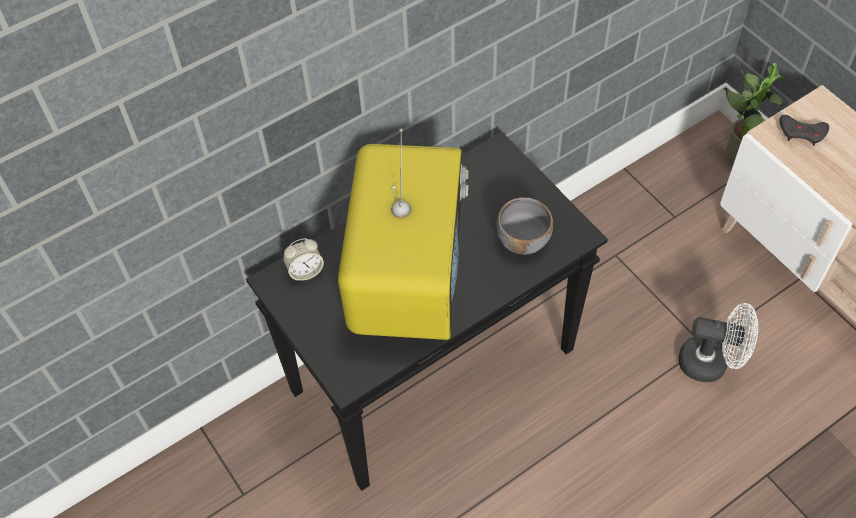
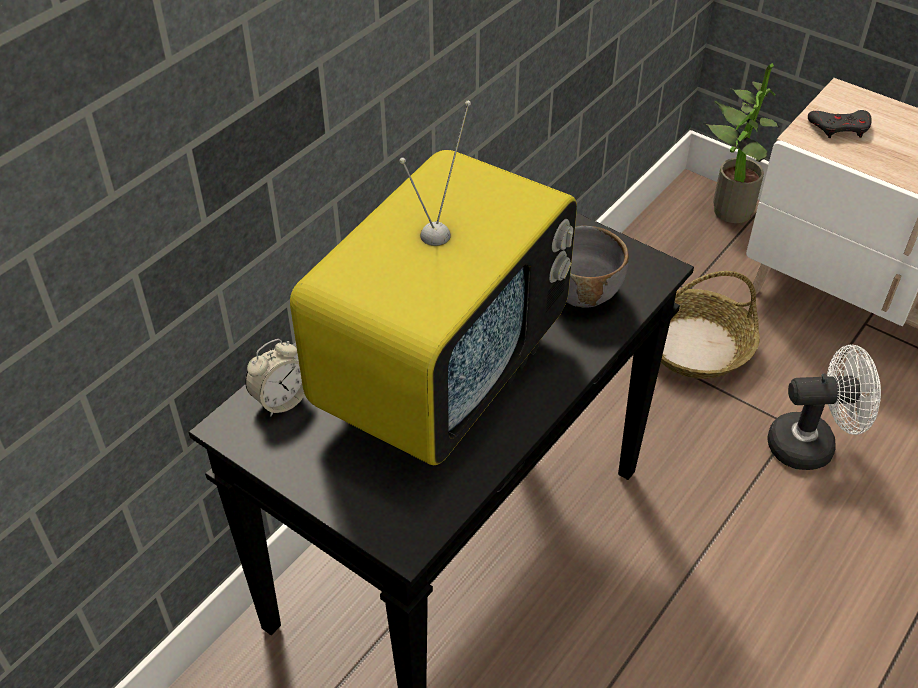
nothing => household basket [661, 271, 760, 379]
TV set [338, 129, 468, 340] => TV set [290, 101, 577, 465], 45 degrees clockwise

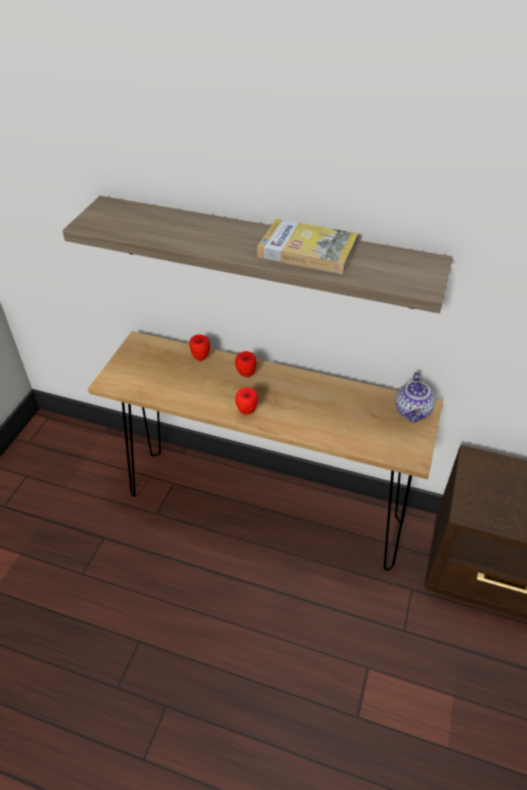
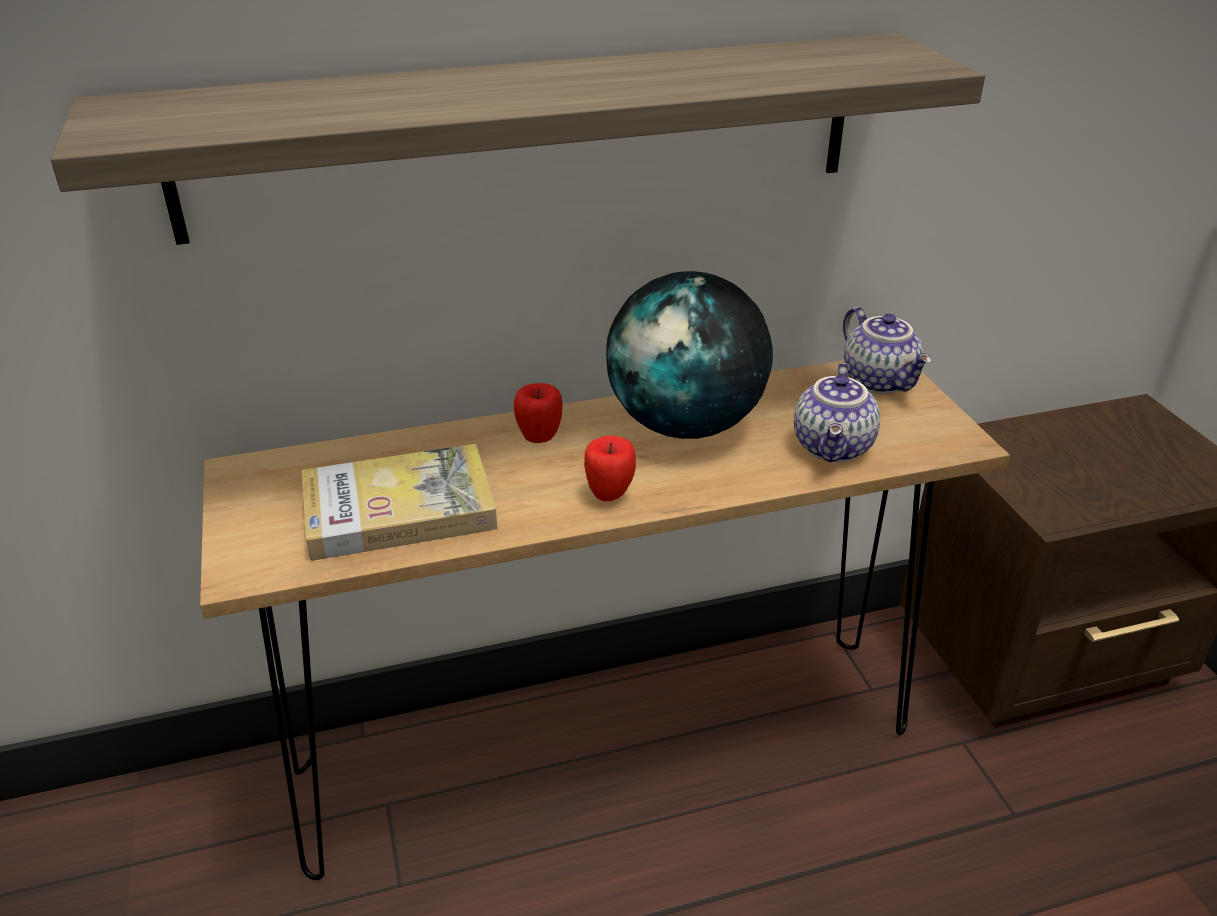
whole apple [189, 335, 210, 361] => nothing
nothing => globe [606, 271, 773, 439]
nothing => pot for tea [794, 363, 880, 462]
bound book [257, 219, 358, 274] => bound book [302, 444, 497, 561], relocated

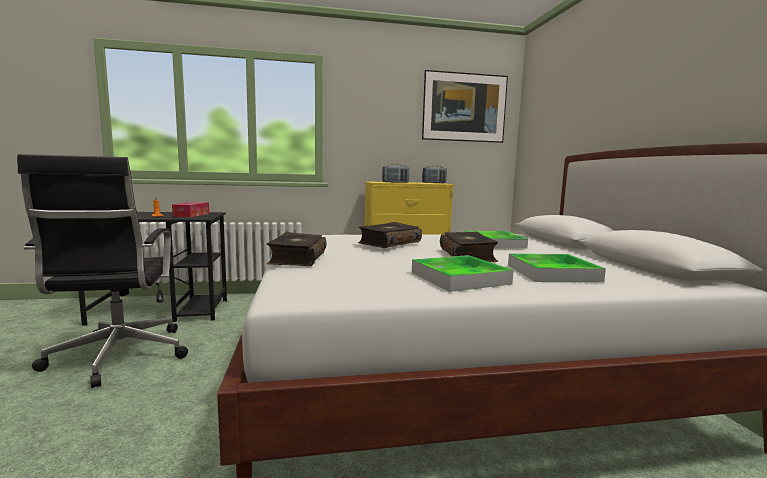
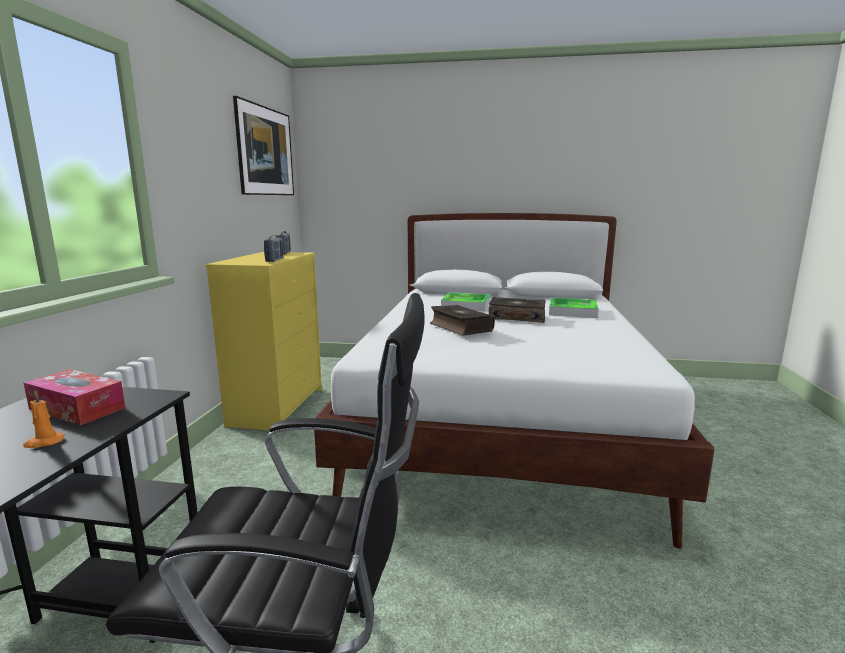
bound book [267, 232, 326, 266] => nothing
tray [412, 255, 514, 292] => nothing

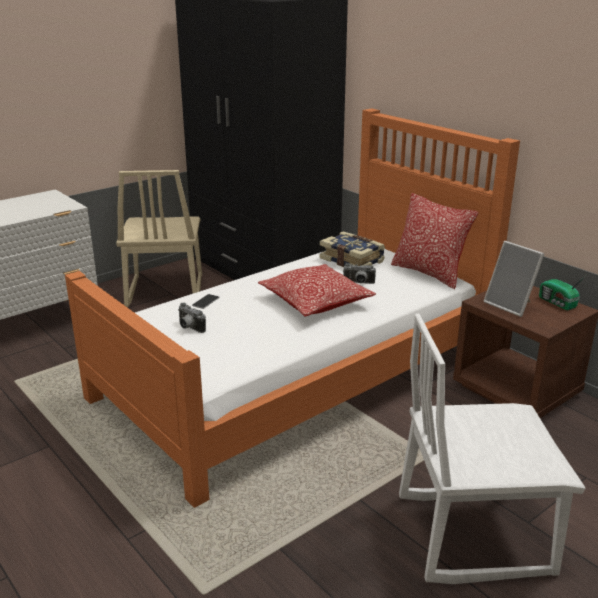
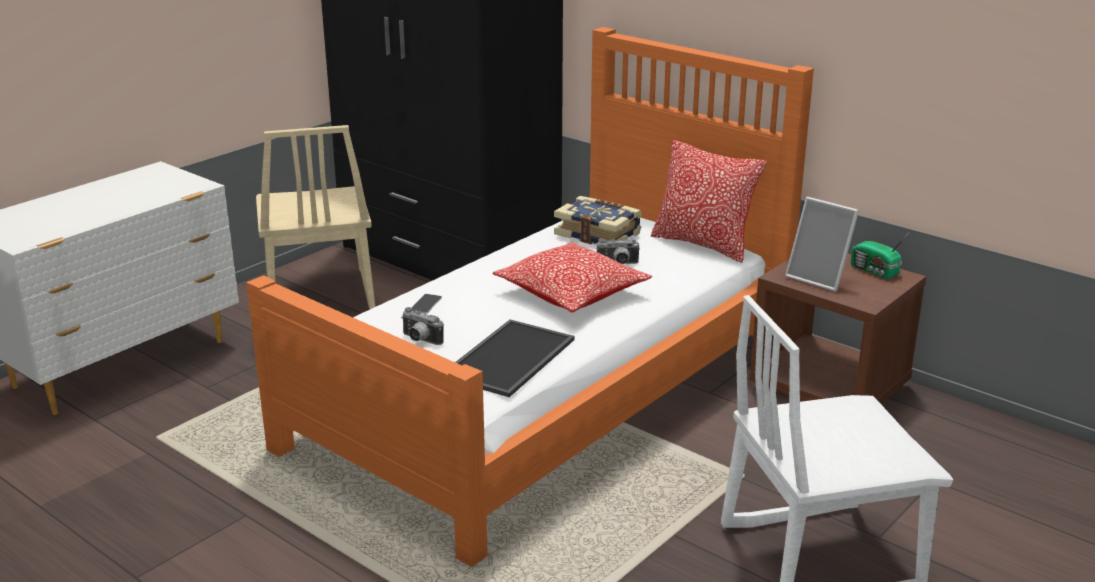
nothing => tray [455, 319, 575, 397]

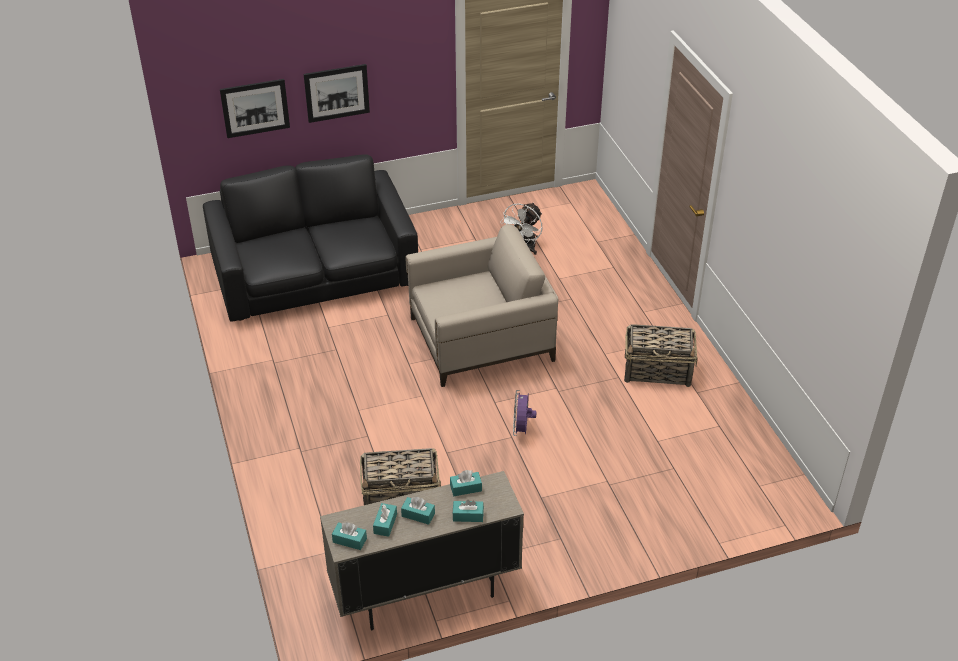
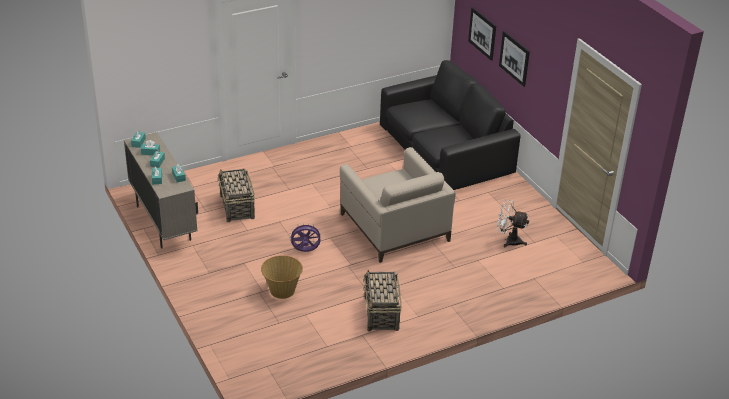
nothing => household basket [261, 255, 303, 299]

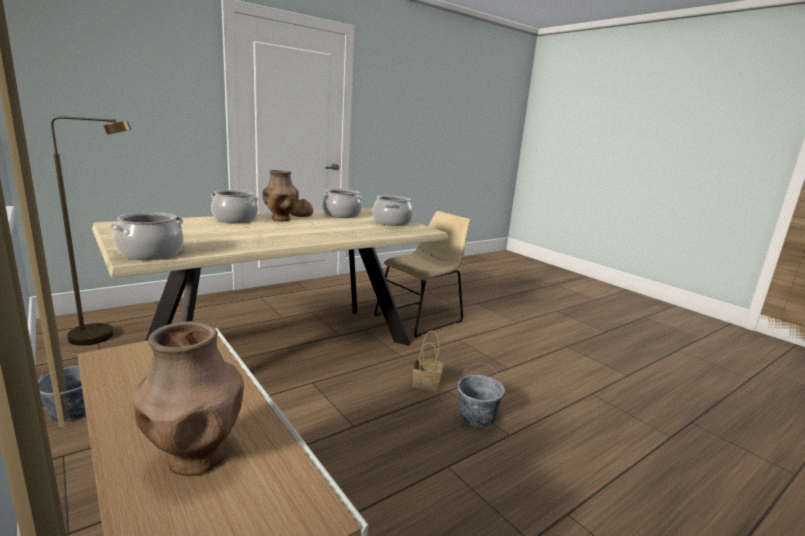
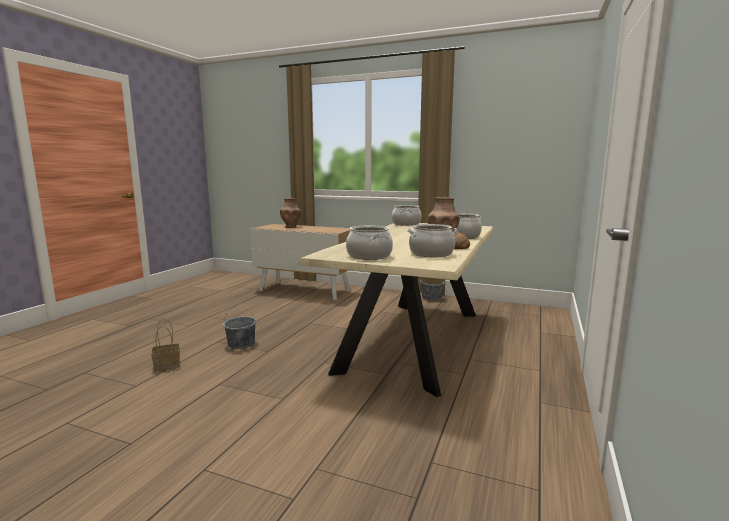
brown-coloured floor lamp [51, 116, 131, 346] => nothing
beige-coloured upright chair [374, 211, 471, 338] => nothing
household basket [413, 331, 443, 391] => household basket [151, 318, 180, 371], relocated

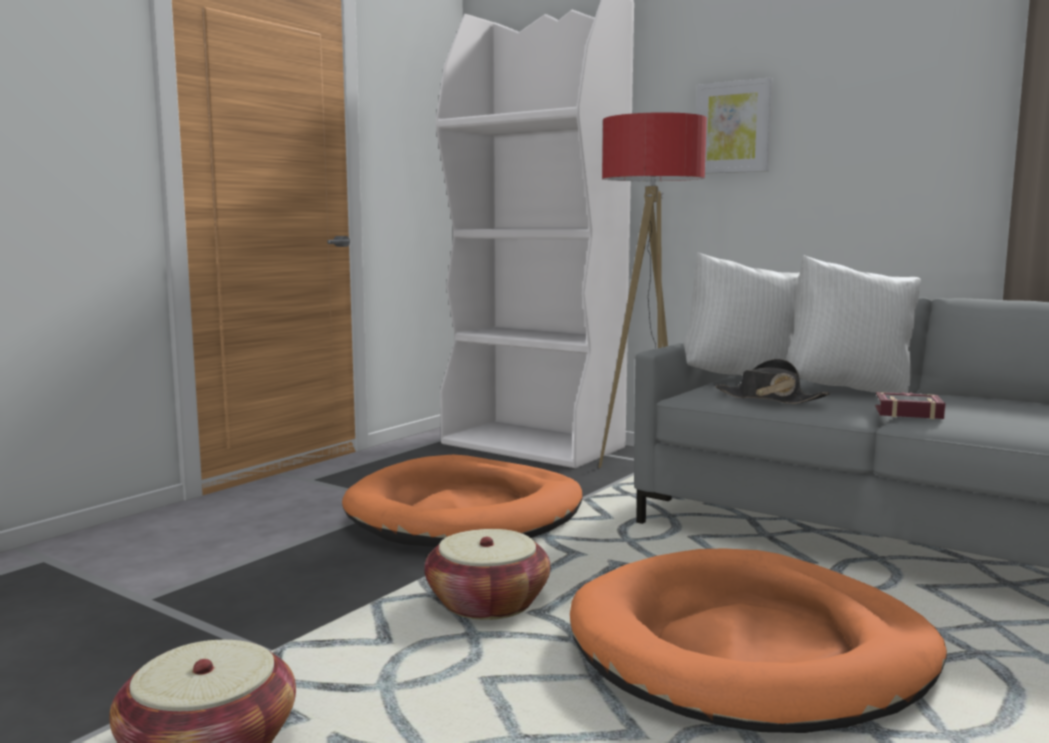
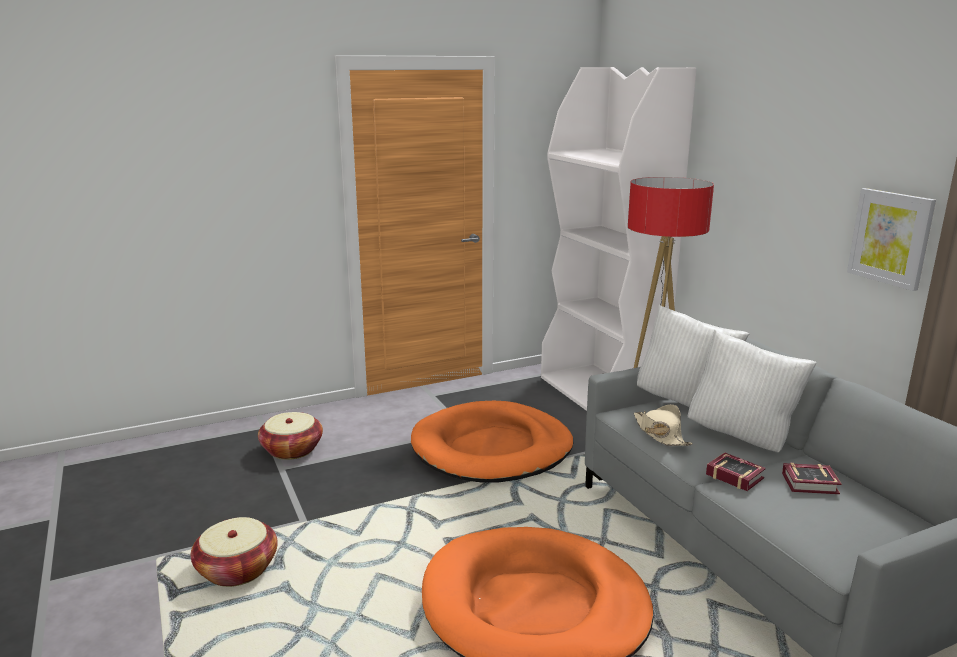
nothing => bound book [782, 463, 842, 494]
household basket [424, 529, 550, 620] => household basket [258, 412, 323, 460], relocated
wall picture [696, 77, 773, 174] => wall picture [847, 188, 936, 291], relocated
black-coloured hat [716, 359, 830, 404] => beige-coloured hat [634, 404, 693, 446]

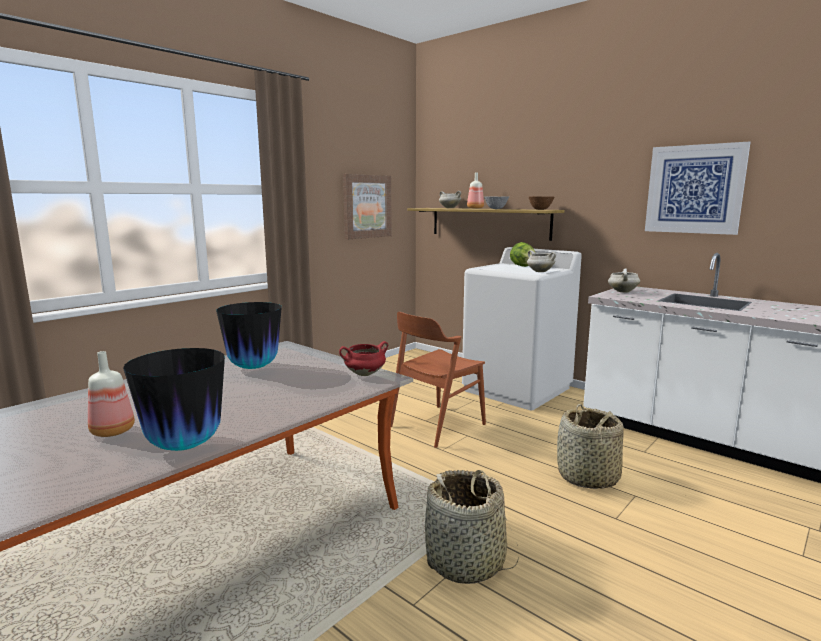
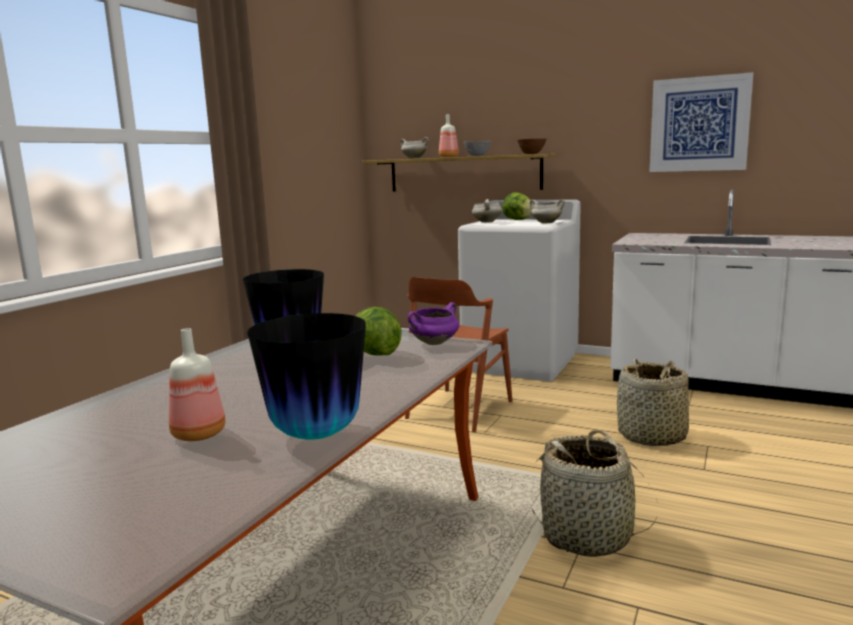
wall picture [343, 174, 392, 239] => nothing
nothing => lettuce head [356, 307, 402, 355]
white cooking pot [608, 269, 640, 292] => white cooking pot [472, 199, 502, 223], relocated
reddish cooking pot [339, 341, 388, 376] => purple-coloured cooking pot [408, 302, 459, 345]

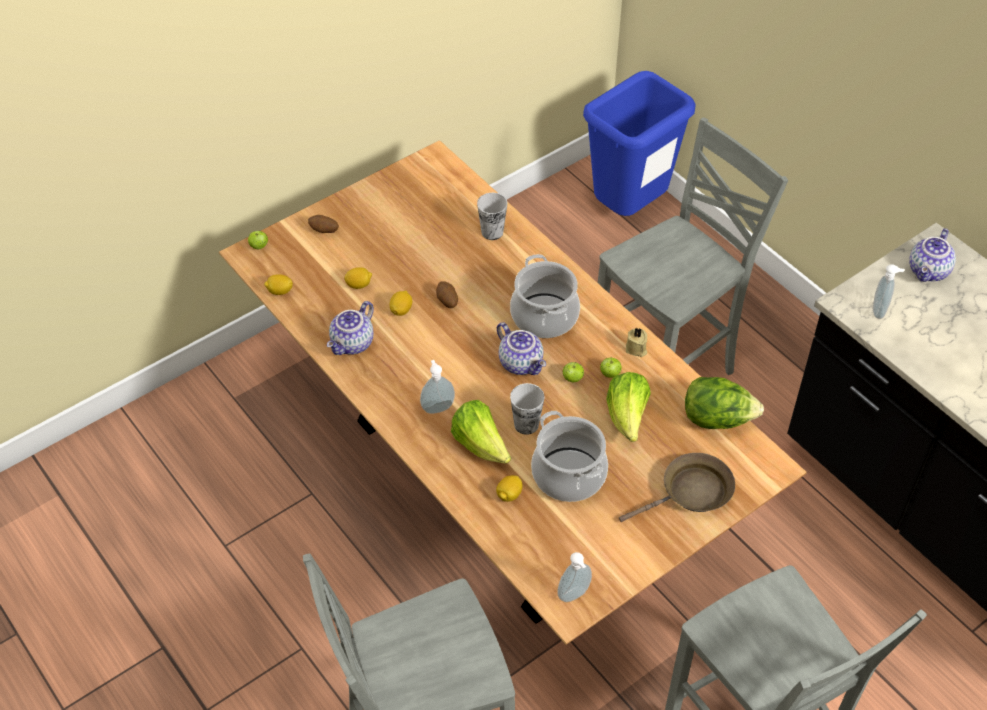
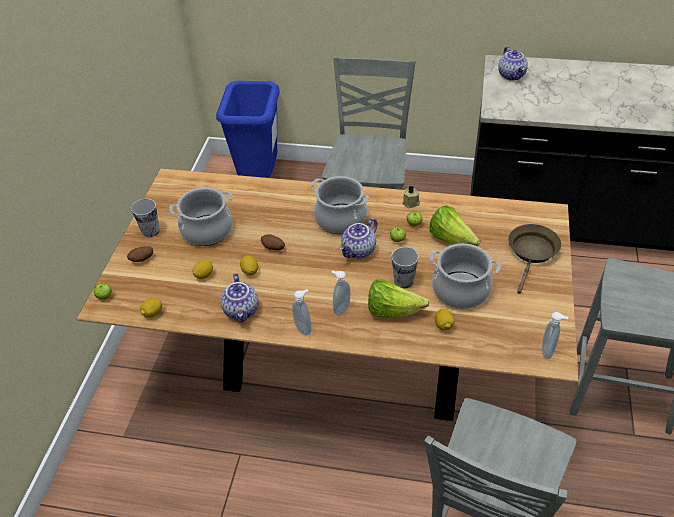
lettuce head [685, 377, 764, 429] => nothing
nothing => cooking pot [169, 188, 233, 246]
drinking cup [477, 193, 508, 240] => drinking cup [131, 199, 160, 237], relocated
soap bottle [873, 264, 904, 319] => soap bottle [292, 289, 311, 336], relocated
pot for tea [497, 322, 546, 375] => pot for tea [339, 218, 377, 259], 120 degrees clockwise

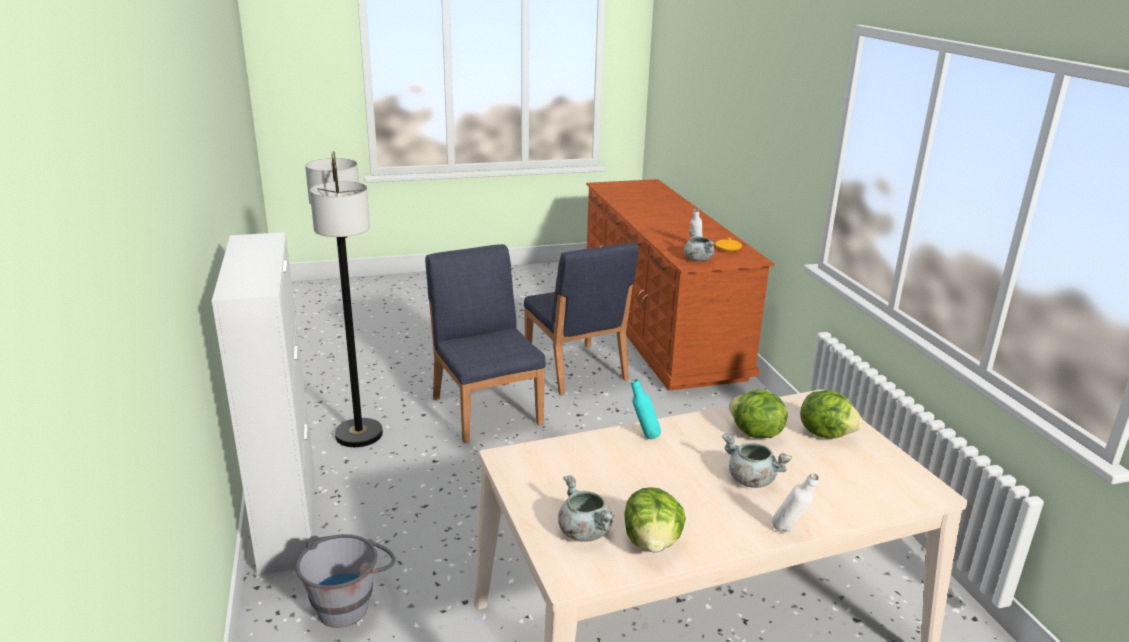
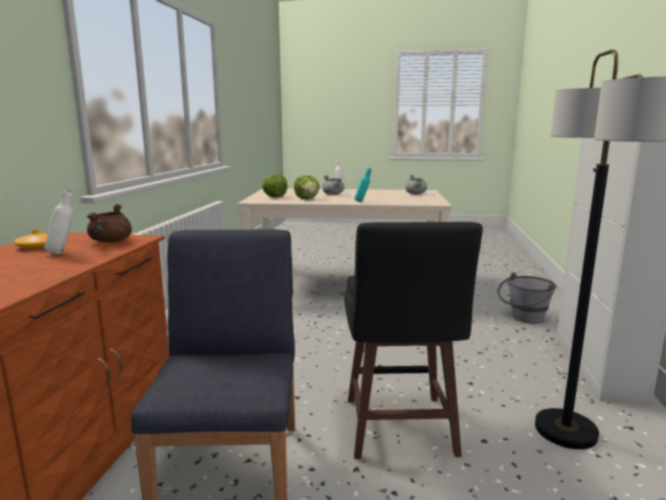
lettuce head [624, 487, 686, 553] => nothing
bluish upright chair [425, 244, 546, 443] => black-coloured stool seat [344, 222, 483, 459]
gray cooking pot [684, 230, 715, 261] => brown-coloured cooking pot [86, 204, 132, 243]

